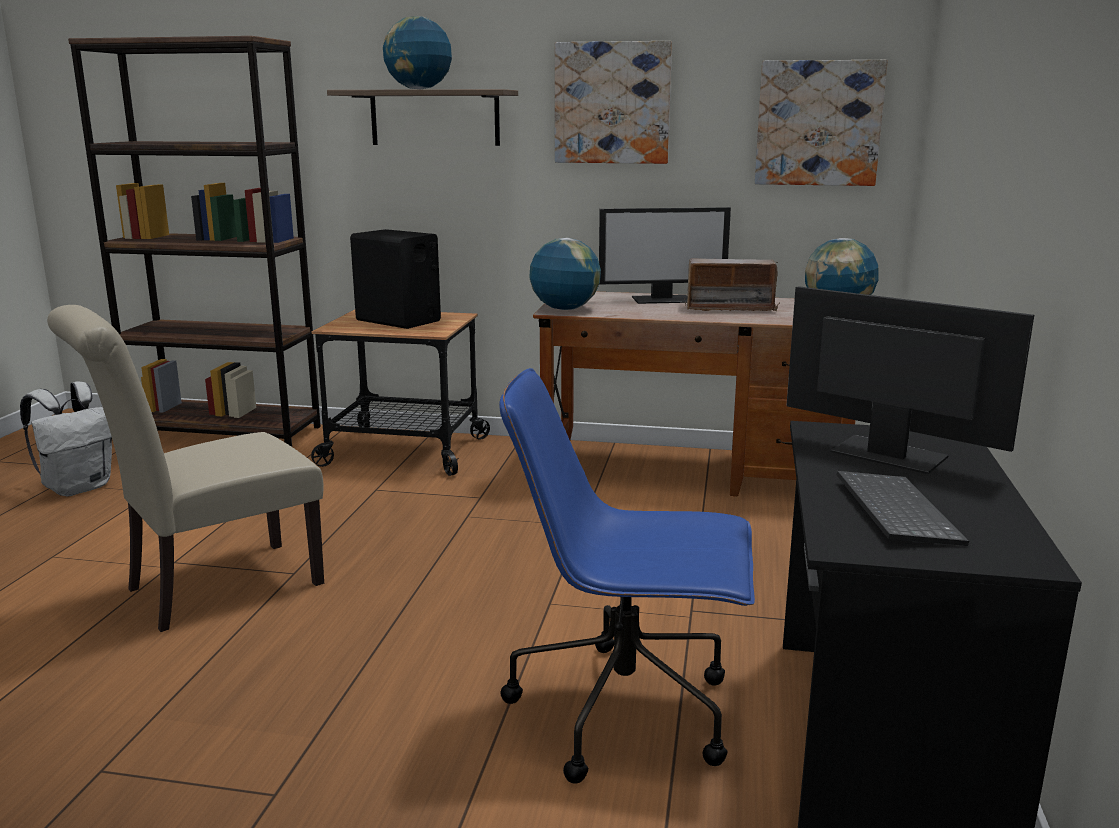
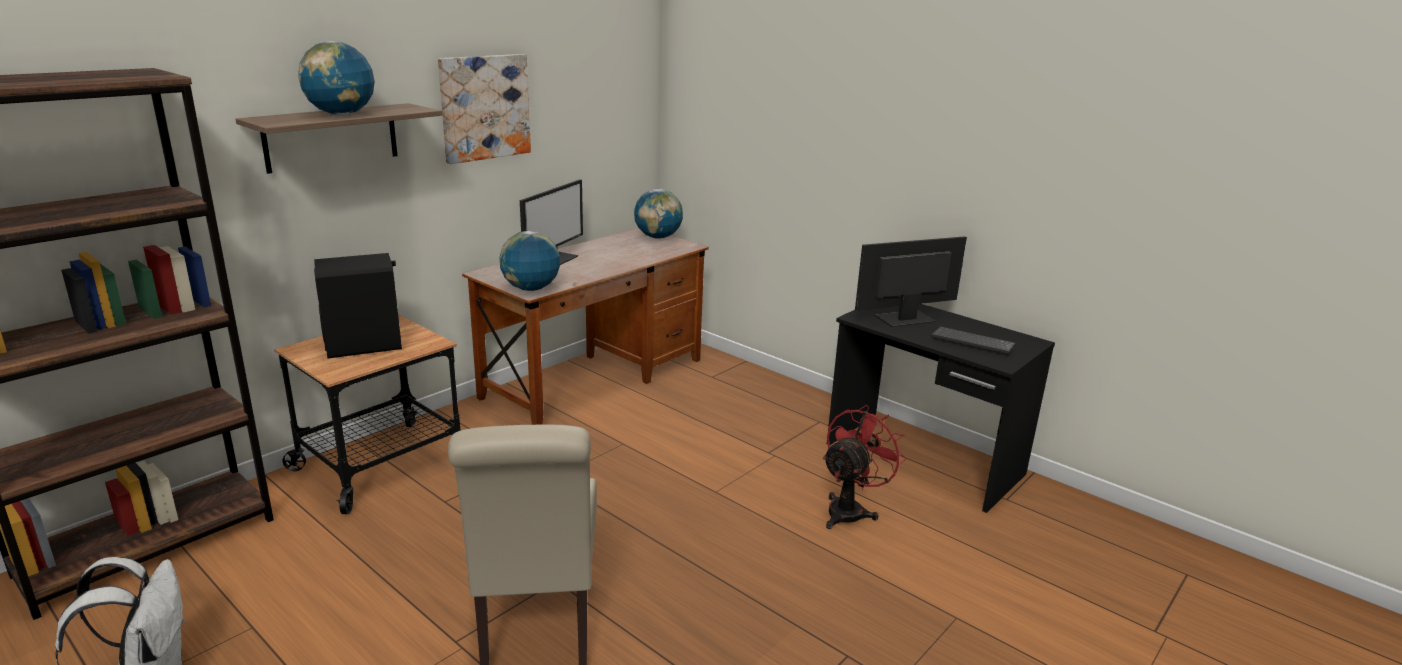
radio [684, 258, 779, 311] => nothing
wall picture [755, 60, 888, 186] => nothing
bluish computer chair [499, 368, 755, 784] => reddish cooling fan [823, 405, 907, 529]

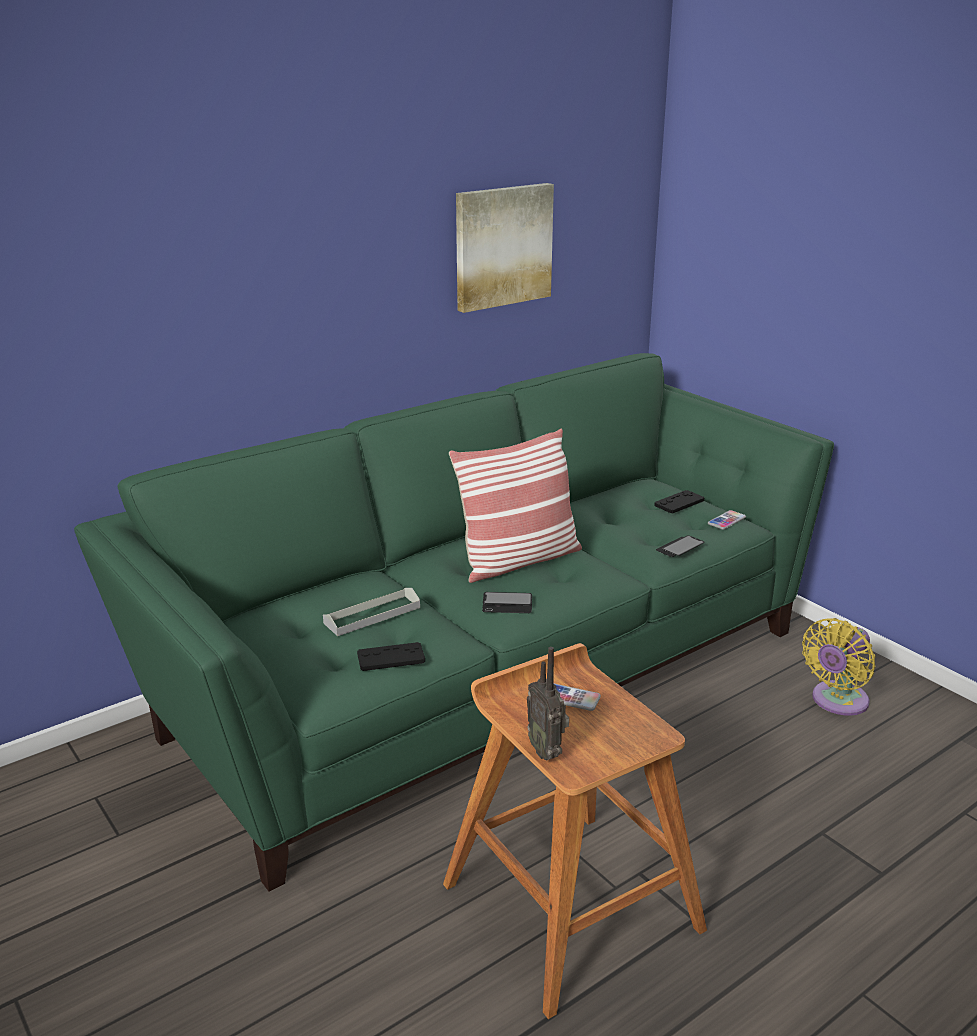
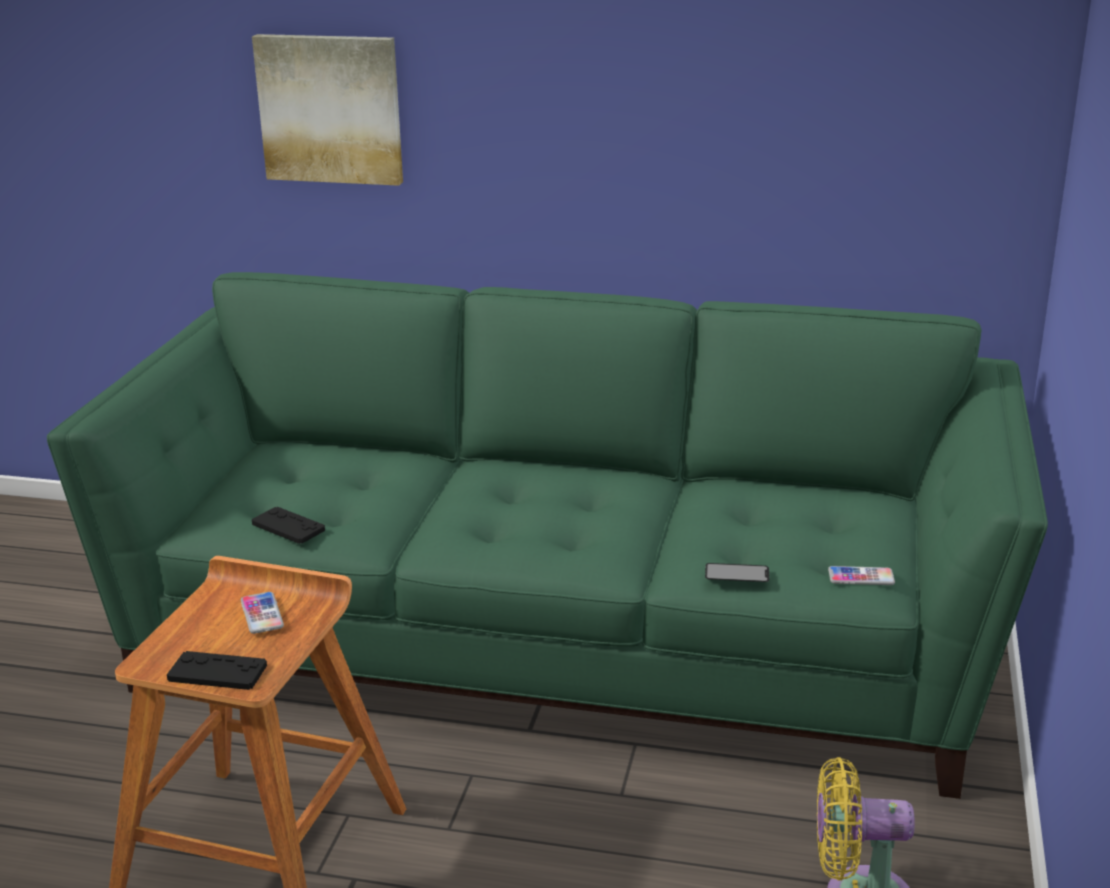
gray tray [323, 588, 420, 636] => nothing
pillow [449, 428, 582, 583] => nothing
phone [482, 592, 532, 613] => nothing
radio [527, 647, 569, 761] => nothing
wall picture [456, 183, 554, 313] => wall picture [252, 34, 403, 186], relocated
black-coloured gamepad [655, 490, 704, 513] => black-coloured gamepad [167, 651, 267, 690], relocated

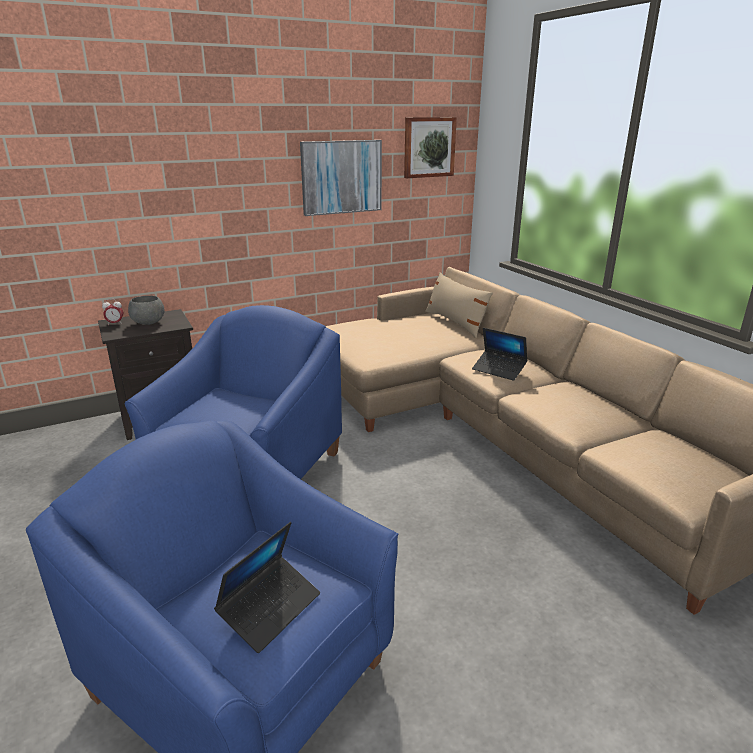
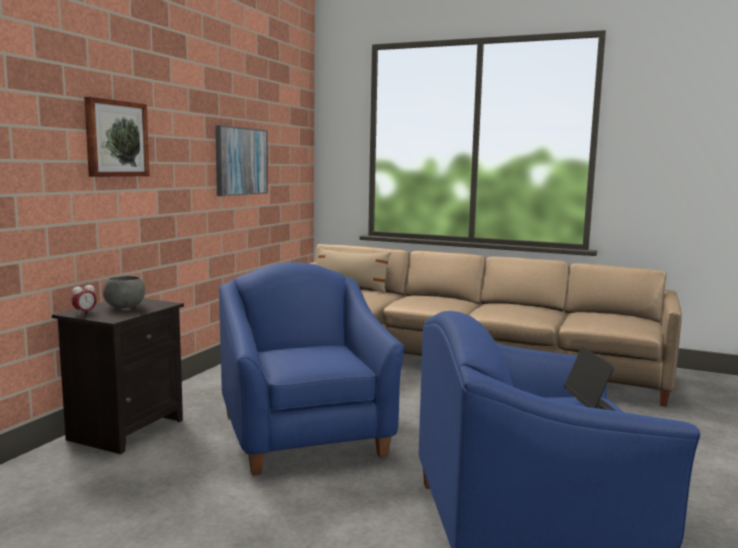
laptop [472, 328, 527, 381] => nothing
wall picture [404, 117, 457, 178] => wall picture [84, 97, 150, 177], relocated

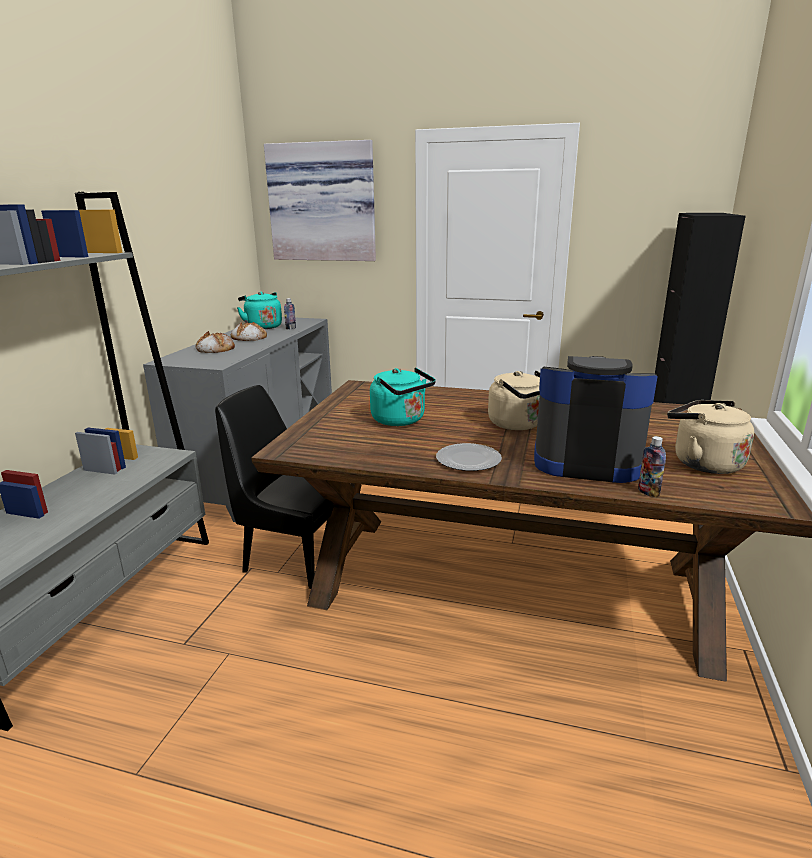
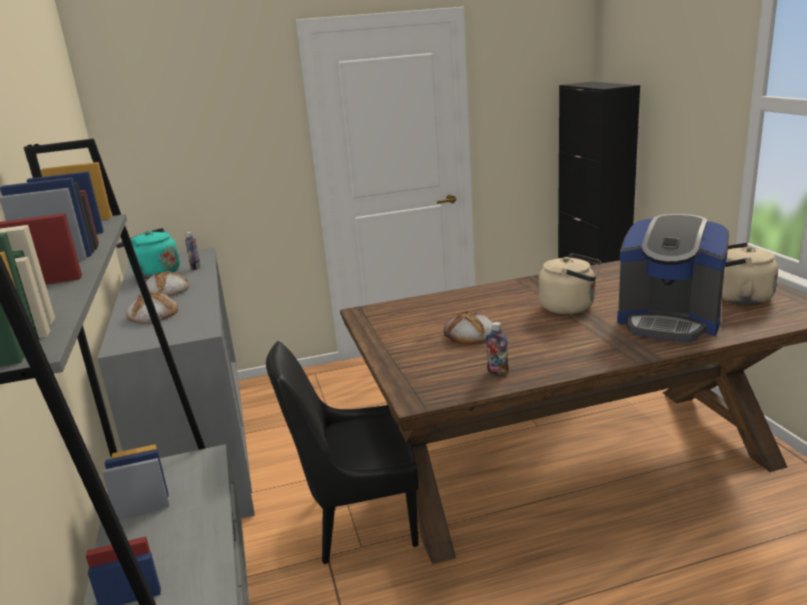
wall picture [264, 140, 376, 261] => nothing
dinner plate [436, 443, 502, 471] => nothing
beverage bottle [638, 436, 666, 497] => beverage bottle [486, 322, 508, 375], relocated
turquoise water kettle [370, 368, 436, 426] => bakery bread [444, 311, 493, 345]
coffee machine [534, 356, 658, 483] => coffee machine [617, 214, 729, 342], 135 degrees counterclockwise

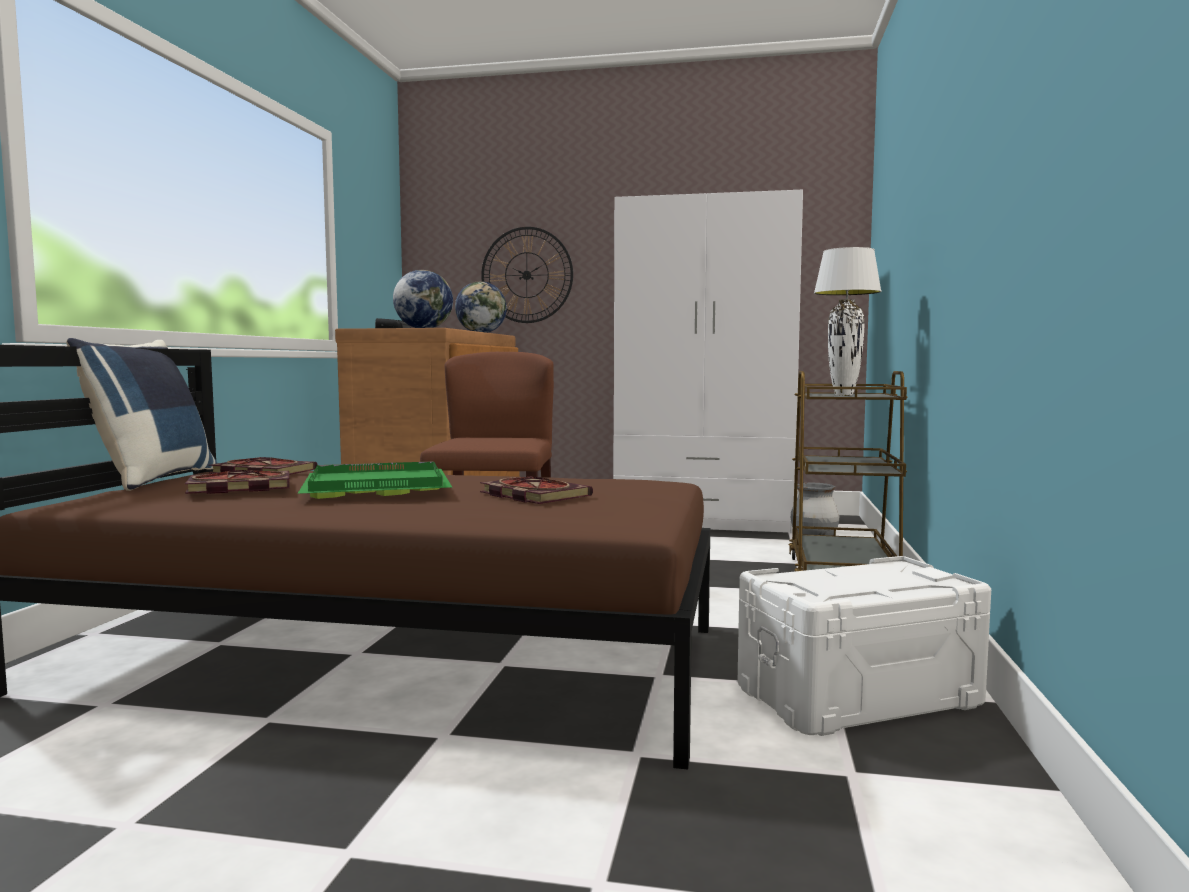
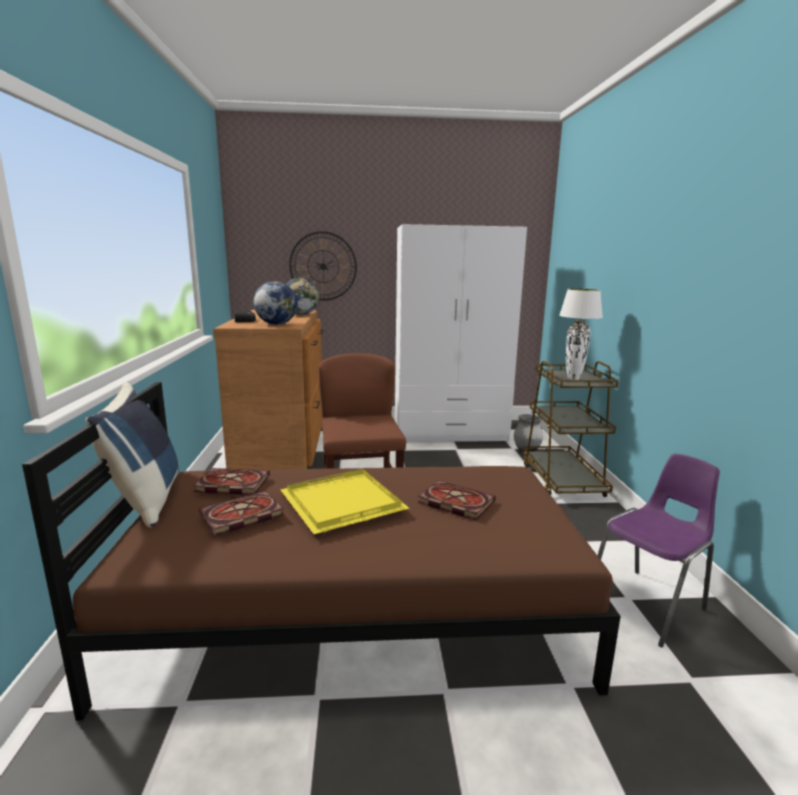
white storage bin [737, 556, 991, 736] => purple-coloured upright chair [597, 454, 720, 647]
green-coloured tray [297, 461, 452, 499] => yellowish tray [281, 469, 409, 534]

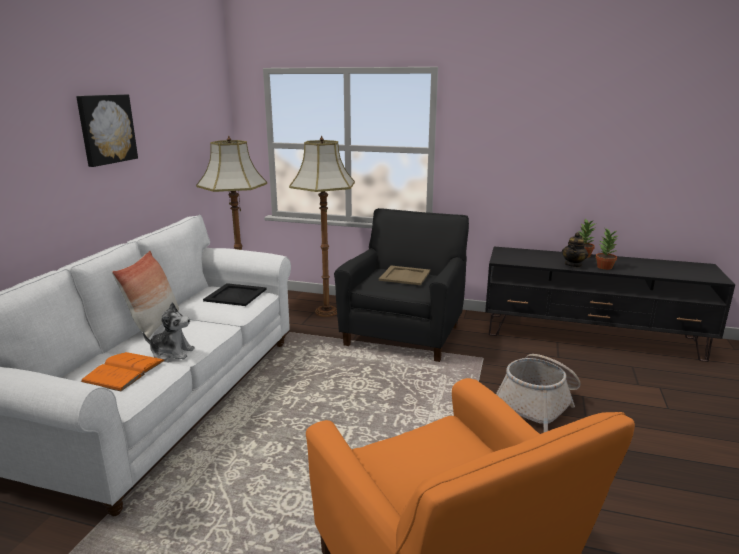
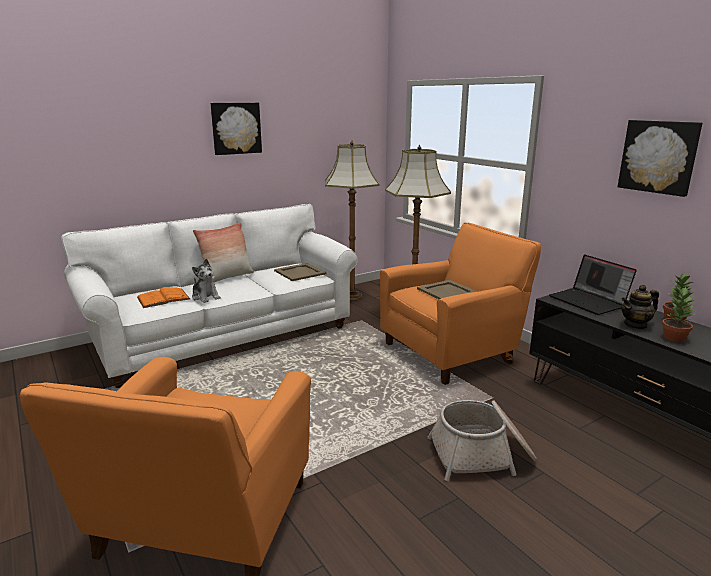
nothing => laptop [549, 254, 637, 315]
nothing => wall picture [618, 120, 702, 197]
black-coloured tray [203, 283, 266, 306] => beige-coloured tray [274, 263, 326, 281]
black-coloured easy chair [334, 208, 469, 362] => orangey easy chair [380, 223, 541, 385]

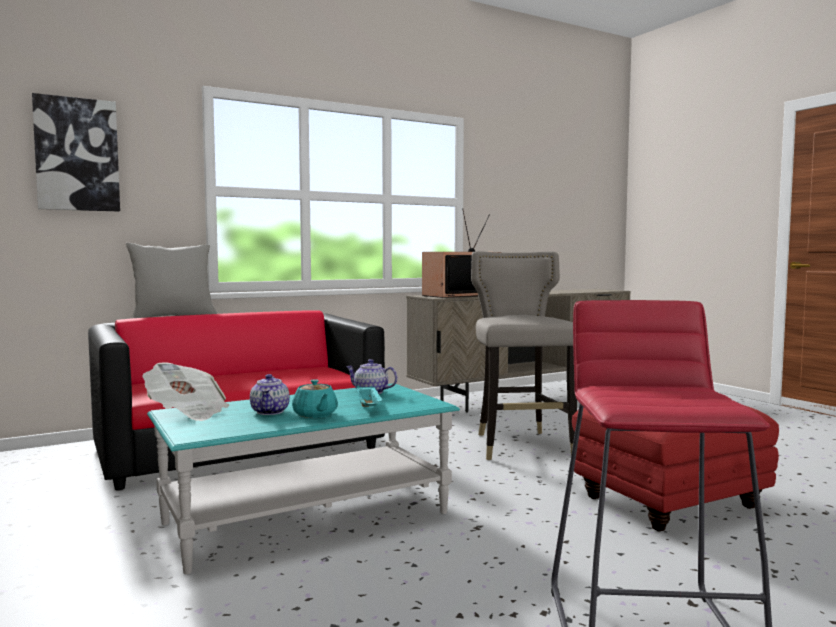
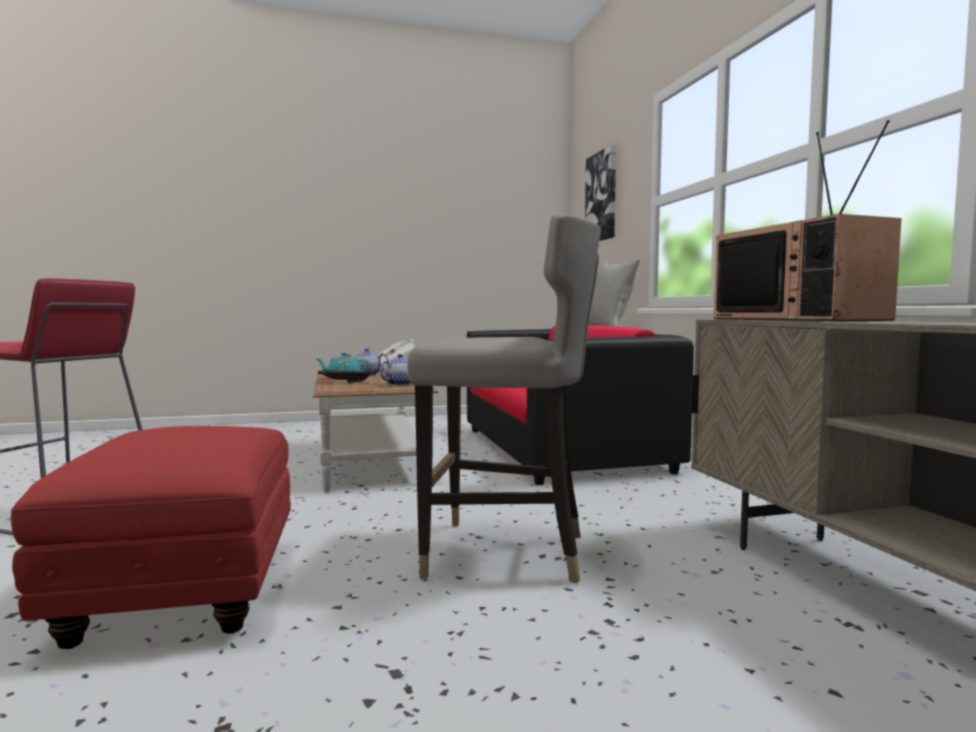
turquoise lounge table [147, 384, 460, 574] => brown-coloured lounge table [313, 370, 438, 492]
turquoise tray [356, 385, 383, 407] => black-coloured tray [318, 370, 376, 383]

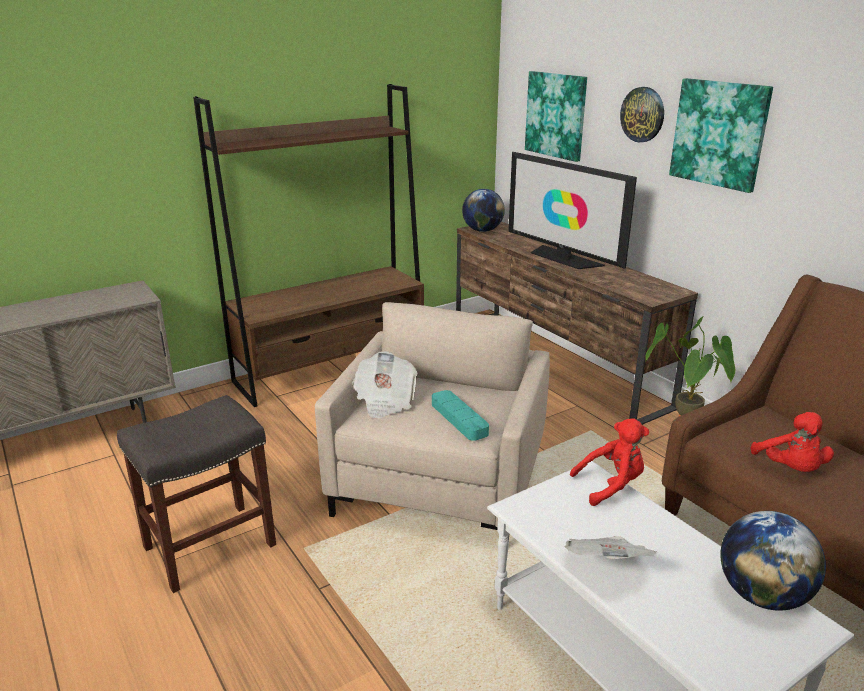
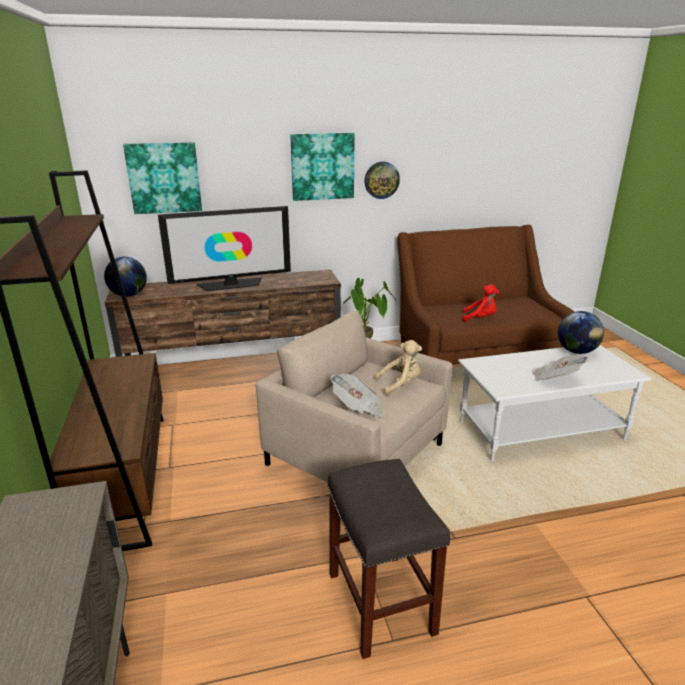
reddish plush toy [570, 418, 649, 506] => nothing
clock on the wall [620, 87, 664, 142] => clock on the wall [365, 161, 400, 199], relocated
turquoise tray [432, 390, 489, 441] => beige-coloured plush toy [375, 340, 422, 395]

